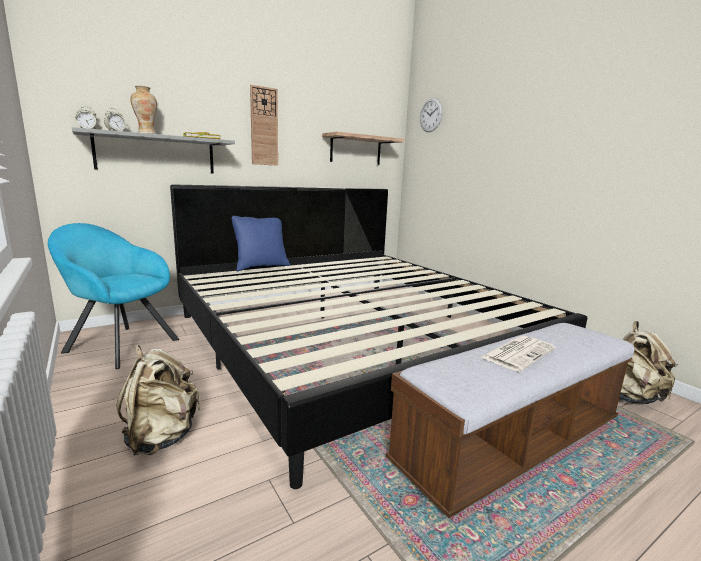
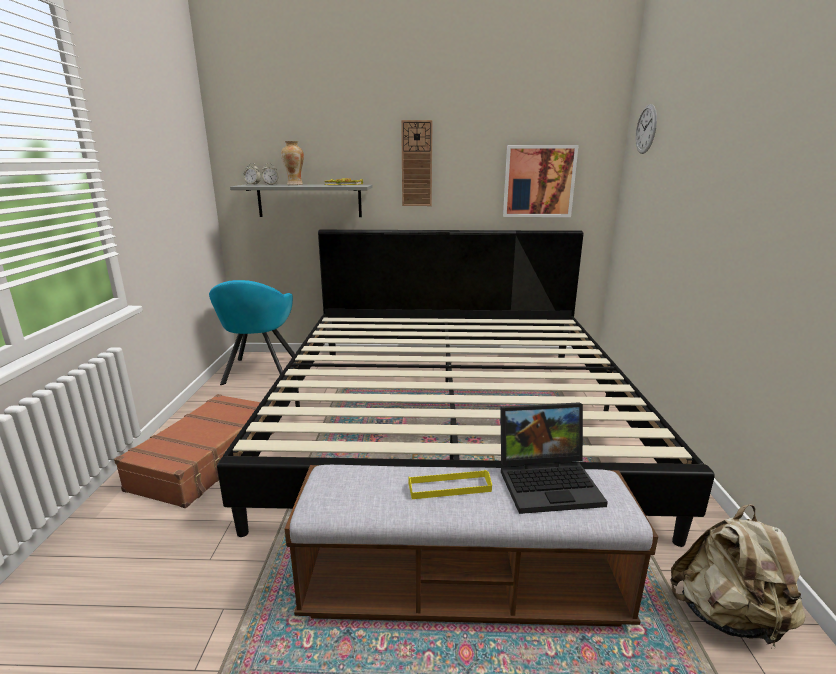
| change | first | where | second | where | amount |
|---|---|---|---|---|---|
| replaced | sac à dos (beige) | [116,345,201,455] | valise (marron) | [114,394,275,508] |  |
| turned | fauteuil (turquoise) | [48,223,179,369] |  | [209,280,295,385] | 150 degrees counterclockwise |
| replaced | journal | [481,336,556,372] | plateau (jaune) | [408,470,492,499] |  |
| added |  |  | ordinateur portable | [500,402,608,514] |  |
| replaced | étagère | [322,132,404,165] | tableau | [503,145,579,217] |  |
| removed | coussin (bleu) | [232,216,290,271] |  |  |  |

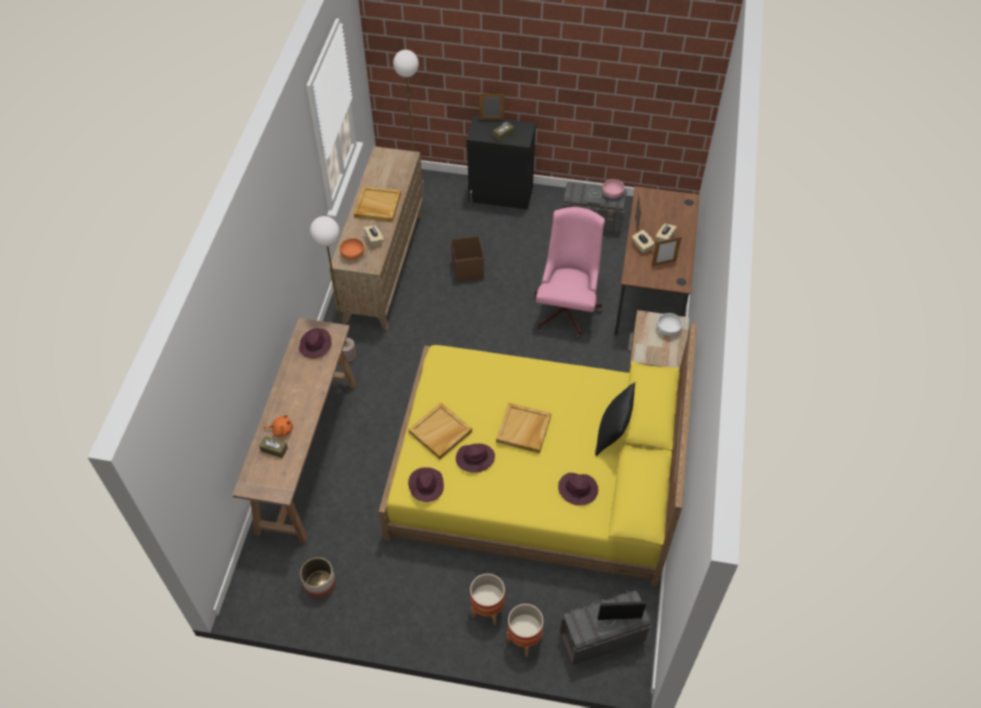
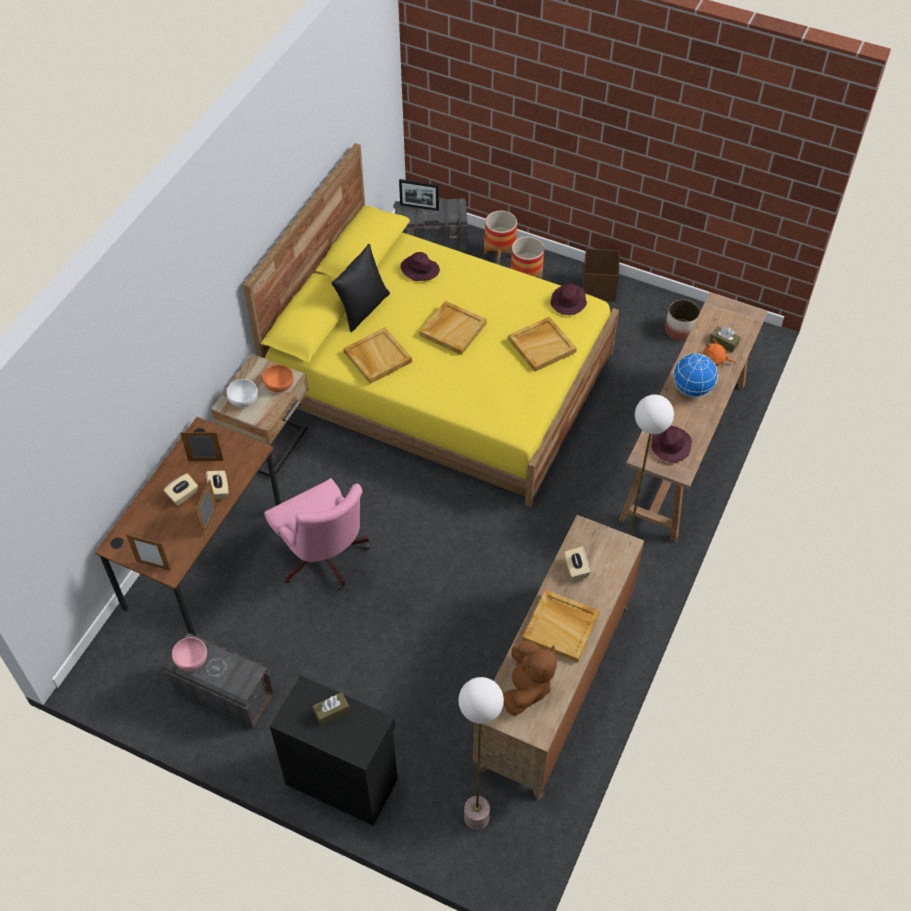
| change | first | where | second | where | amount |
|---|---|---|---|---|---|
| moved | cadre photo | [480,93,504,120] |  | [126,534,171,571] |  |
| moved | bol (orange) | [340,238,364,260] |  | [262,364,294,392] |  |
| turned | chaise de bureau (rose) | [535,207,605,339] |  | [264,478,370,590] | 60 degrees counterclockwise |
| added |  |  | plateau (beige) | [343,327,412,384] |  |
| added |  |  | peluche (marron) | [503,641,557,716] |  |
| moved | boîte de rangement (marron) | [451,236,484,282] |  | [582,248,620,302] |  |
| added |  |  | globe | [673,353,718,397] |  |
| removed | chapeau (violet) | [456,443,495,473] |  |  |  |

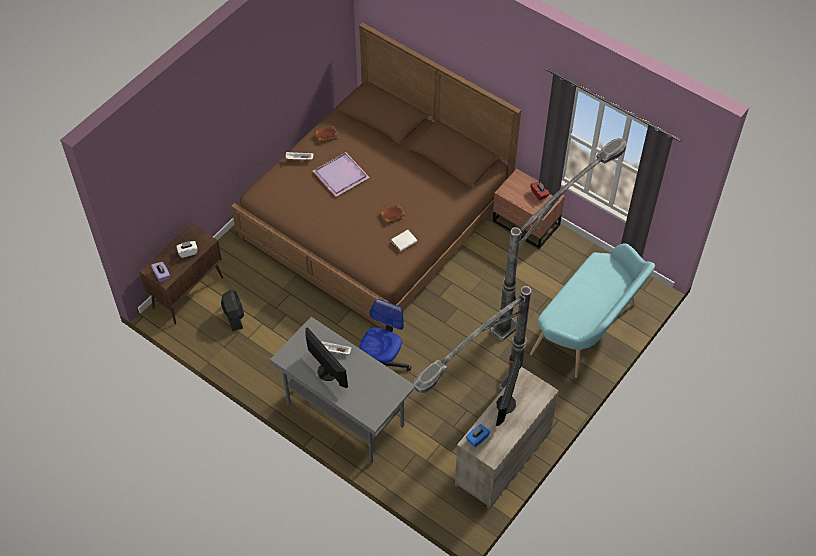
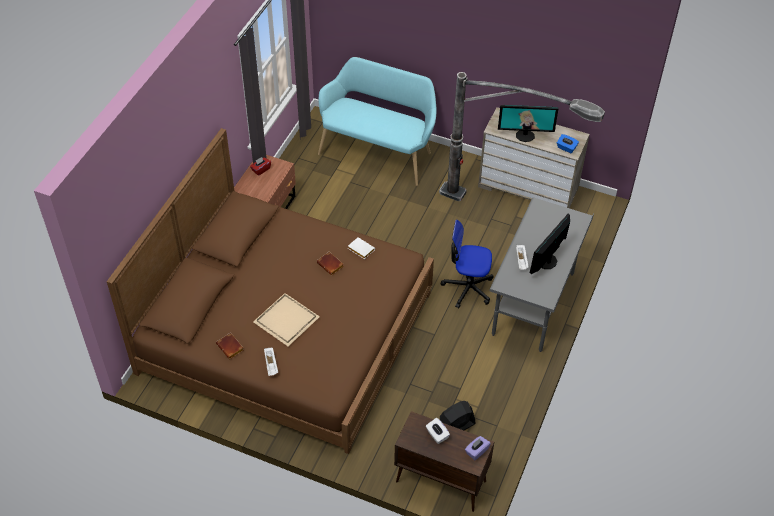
| change | first | where | second | where | amount |
|---|---|---|---|---|---|
| recoloured | plateau (violet) | [313,152,370,197] | plateau (beige) | [253,293,320,346] |  |
| removed | lampadaire | [491,138,627,341] |  |  |  |

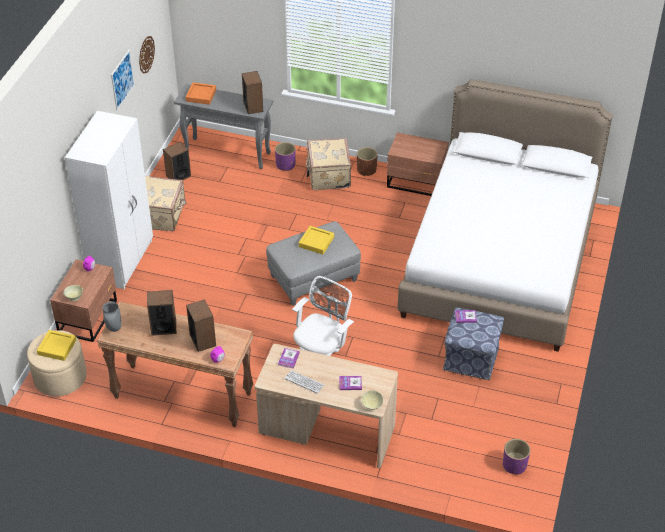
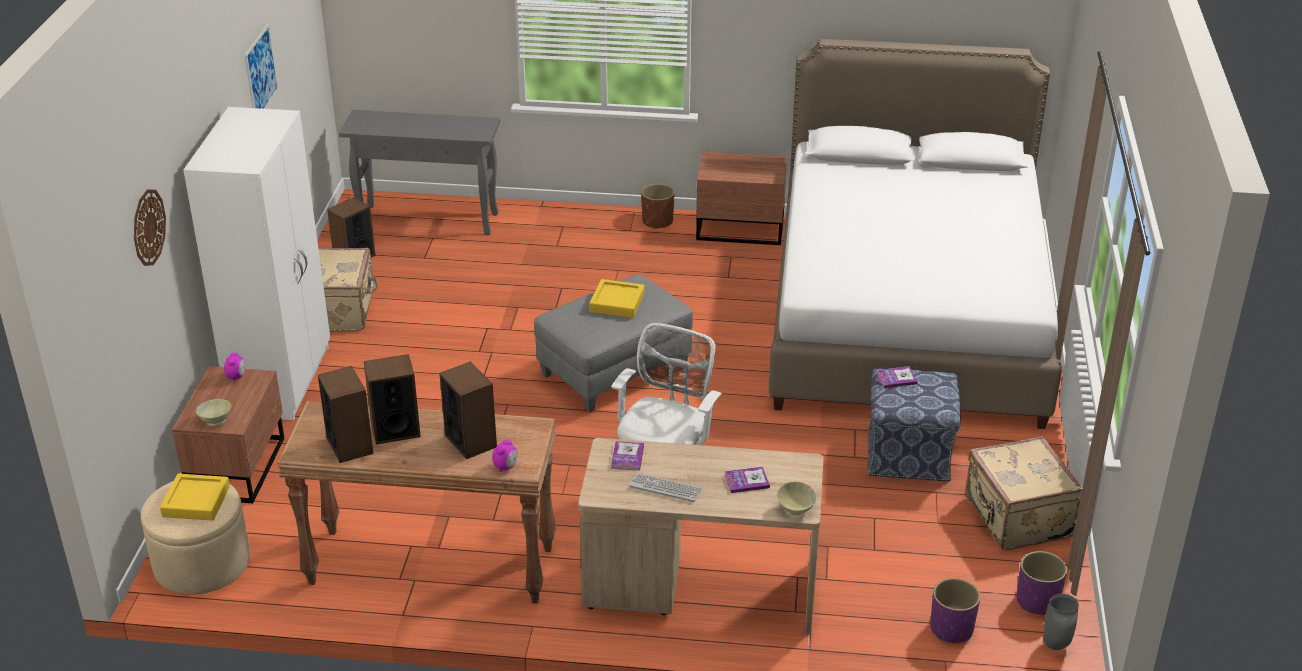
| change | first | where | second | where | amount |
|---|---|---|---|---|---|
| moved | horloge murale | [139,36,155,74] |  | [134,190,166,266] |  |
| moved | enceinte | [242,71,263,114] |  | [318,366,373,463] |  |
| moved | cache-pot (violet) | [275,142,296,171] |  | [930,578,980,643] |  |
| moved | valise (beige) | [306,138,351,190] |  | [965,436,1082,550] |  |
| moved | vase (gris) | [103,302,121,332] |  | [1043,594,1079,650] |  |
| removed | plateau (orange) | [186,82,216,105] |  |  |  |

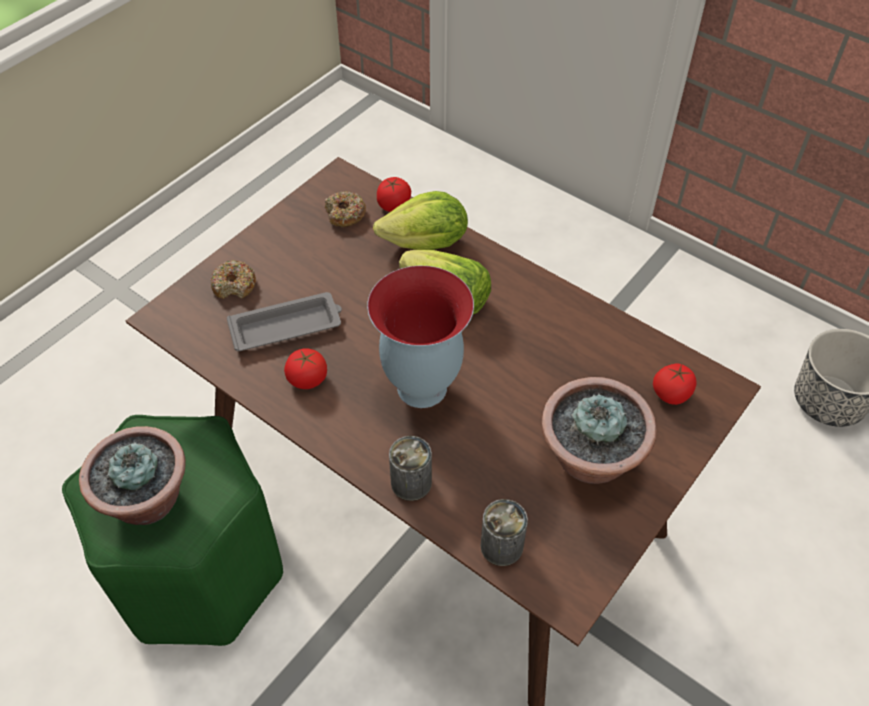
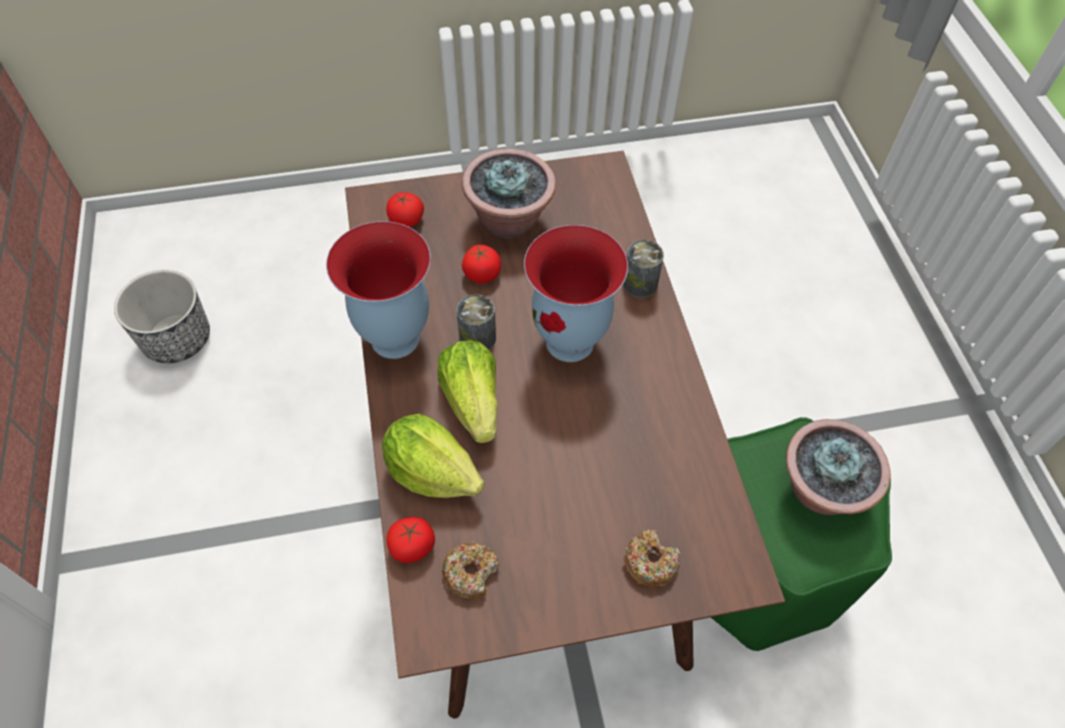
| change | first | where | second | where | amount |
|---|---|---|---|---|---|
| added |  |  | vase | [326,221,431,359] |  |
| moved | boîte métallique | [480,499,528,566] |  | [457,294,496,350] |  |
| moved | tomate | [284,348,327,389] |  | [462,245,501,284] |  |
| removed | plateau (gris) | [227,292,342,351] |  |  |  |

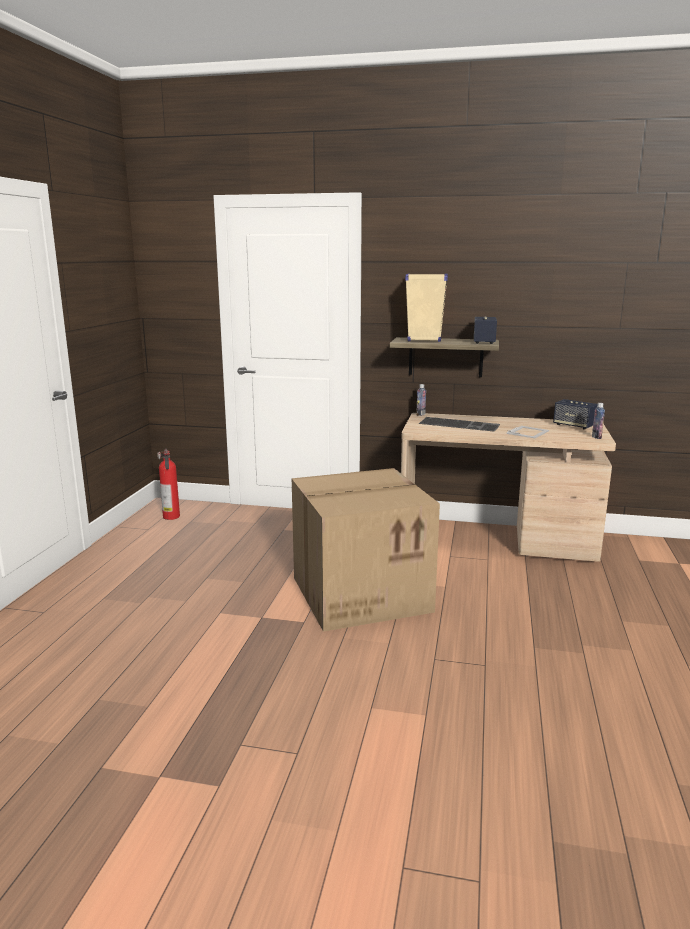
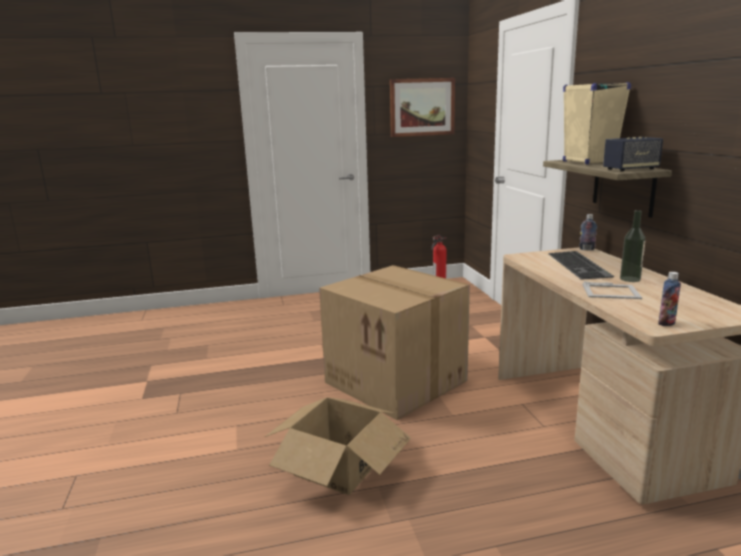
| change | first | where | second | where | amount |
|---|---|---|---|---|---|
| added |  |  | carton | [265,397,411,495] |  |
| added |  |  | tableau | [390,78,455,137] |  |
| added |  |  | bouteille | [620,210,646,282] |  |
| removed | enceinte | [553,399,597,429] |  |  |  |

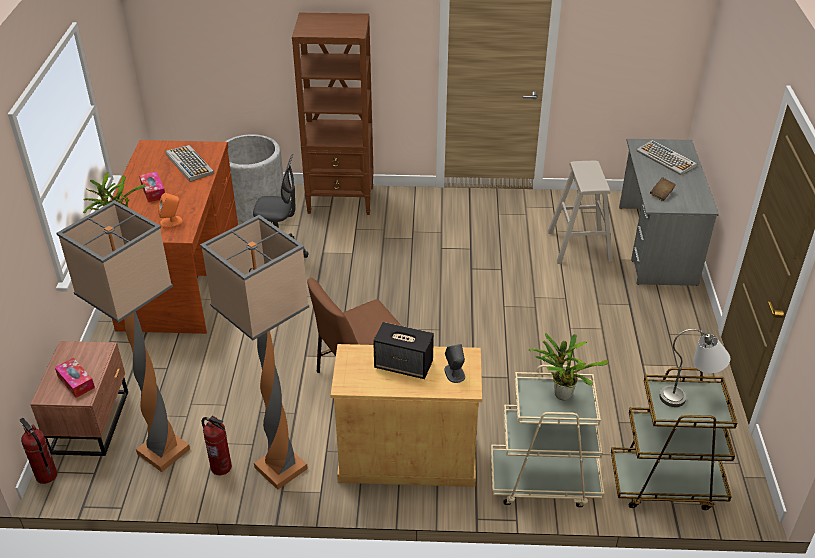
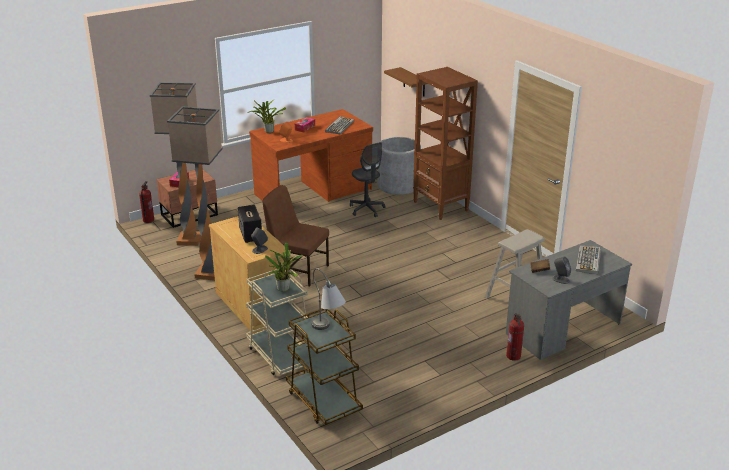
| change | first | where | second | where | amount |
|---|---|---|---|---|---|
| added |  |  | étagère (marron) | [384,67,428,97] |  |
| moved | extincteur | [201,416,232,475] |  | [506,313,524,361] |  |
| added |  |  | enceinte (gris) | [552,257,571,284] |  |

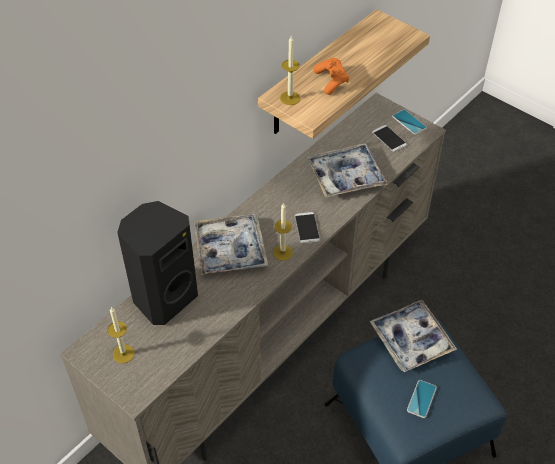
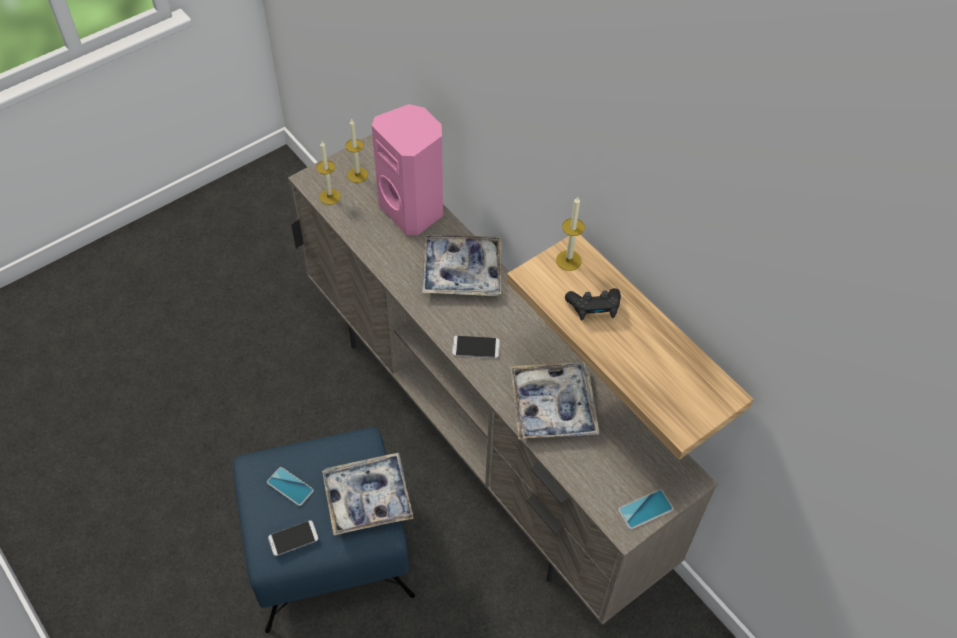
| change | first | where | second | where | amount |
|---|---|---|---|---|---|
| moved | téléphone | [372,125,407,152] |  | [268,520,319,556] |  |
| moved | bougie | [273,203,293,261] |  | [317,141,341,205] |  |
| recoloured | enceinte (noir) | [117,201,198,325] | enceinte (rose) | [372,104,443,235] |  |
| recoloured | manette (orange) | [313,58,349,95] | manette (noir) | [565,288,621,320] |  |

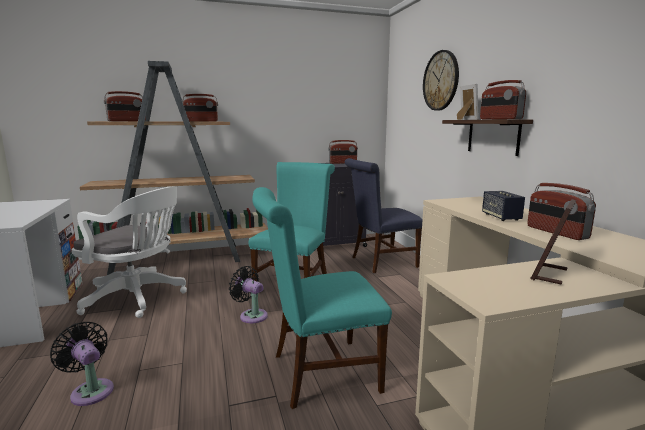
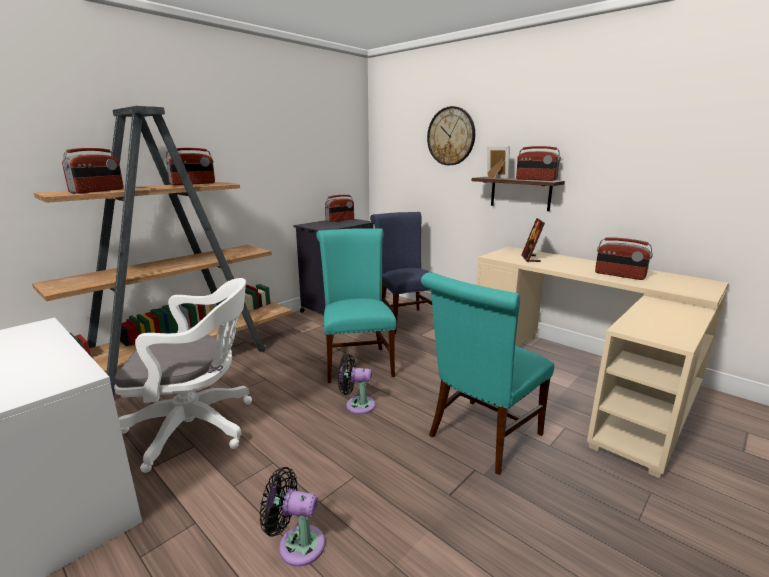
| change | first | where | second | where | amount |
|---|---|---|---|---|---|
| turned | chaise (bleu) | [345,158,423,273] |  | [370,212,432,334] | 120 degrees clockwise |
| moved | cadre photo | [530,199,576,285] |  | [522,218,545,262] |  |
| removed | enceinte | [482,191,525,221] |  |  |  |

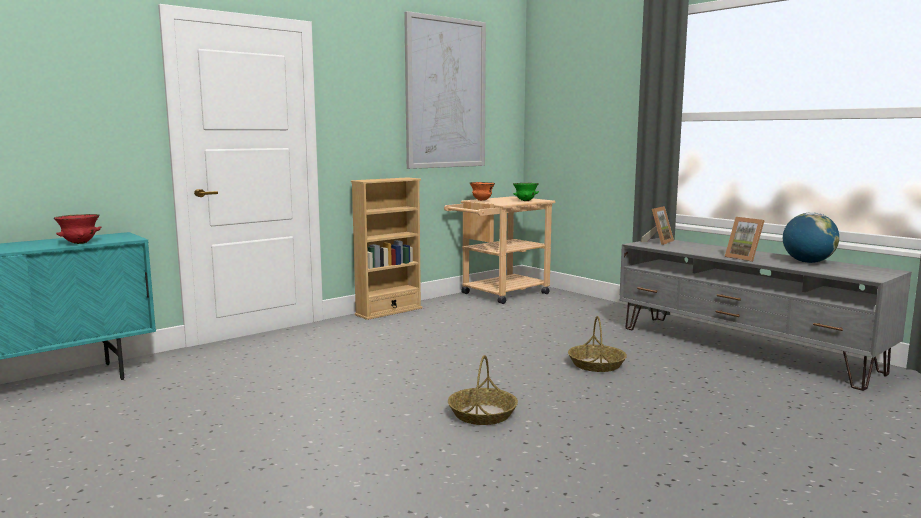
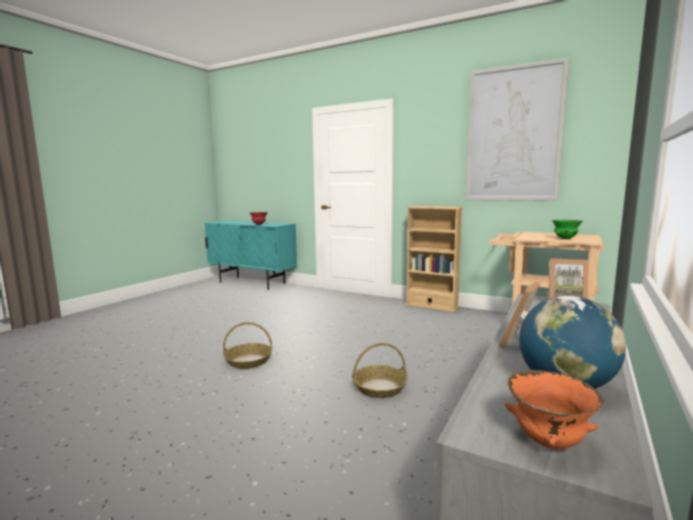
| change | first | where | second | where | amount |
|---|---|---|---|---|---|
| moved | bol (orange) | [470,182,495,201] |  | [504,370,604,449] |  |

